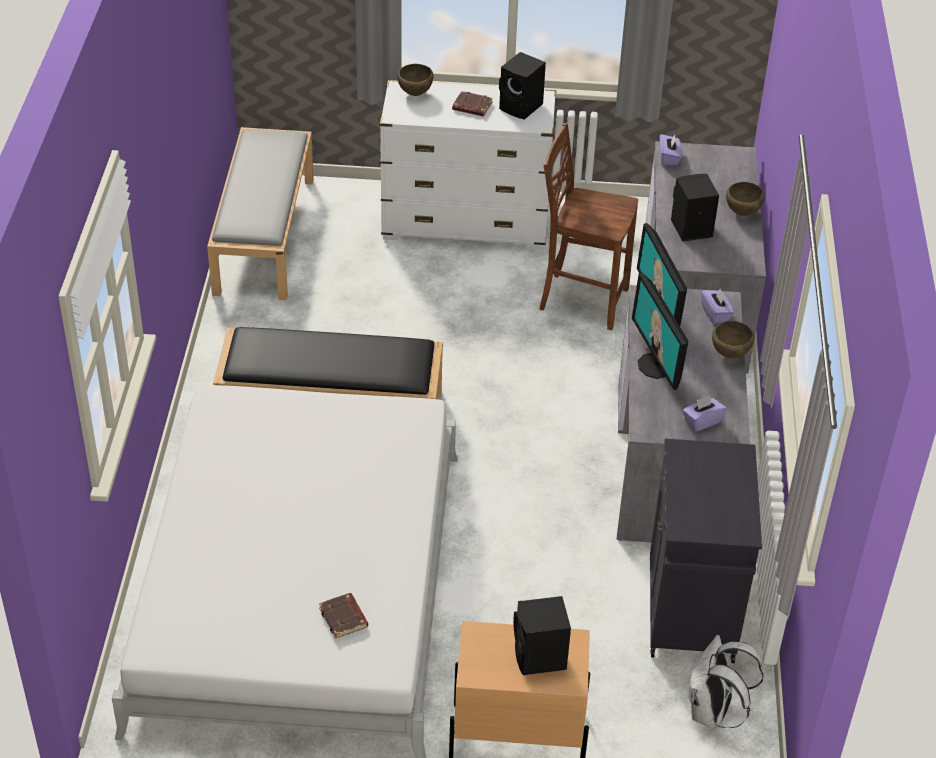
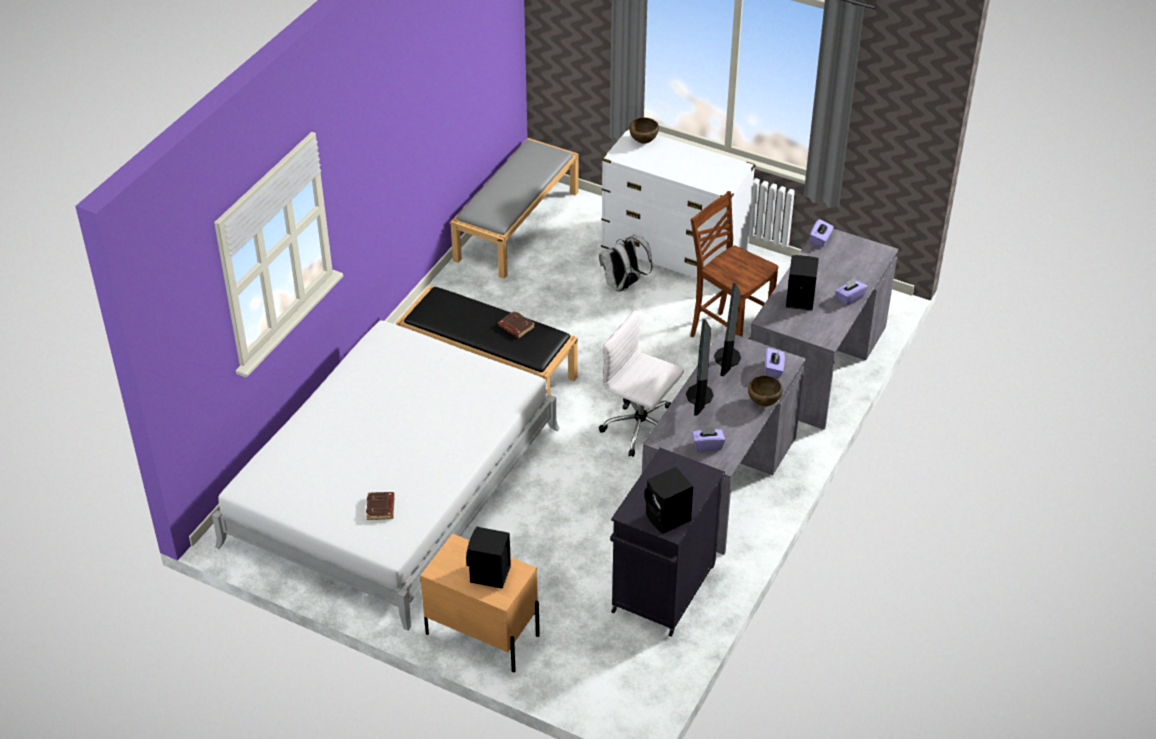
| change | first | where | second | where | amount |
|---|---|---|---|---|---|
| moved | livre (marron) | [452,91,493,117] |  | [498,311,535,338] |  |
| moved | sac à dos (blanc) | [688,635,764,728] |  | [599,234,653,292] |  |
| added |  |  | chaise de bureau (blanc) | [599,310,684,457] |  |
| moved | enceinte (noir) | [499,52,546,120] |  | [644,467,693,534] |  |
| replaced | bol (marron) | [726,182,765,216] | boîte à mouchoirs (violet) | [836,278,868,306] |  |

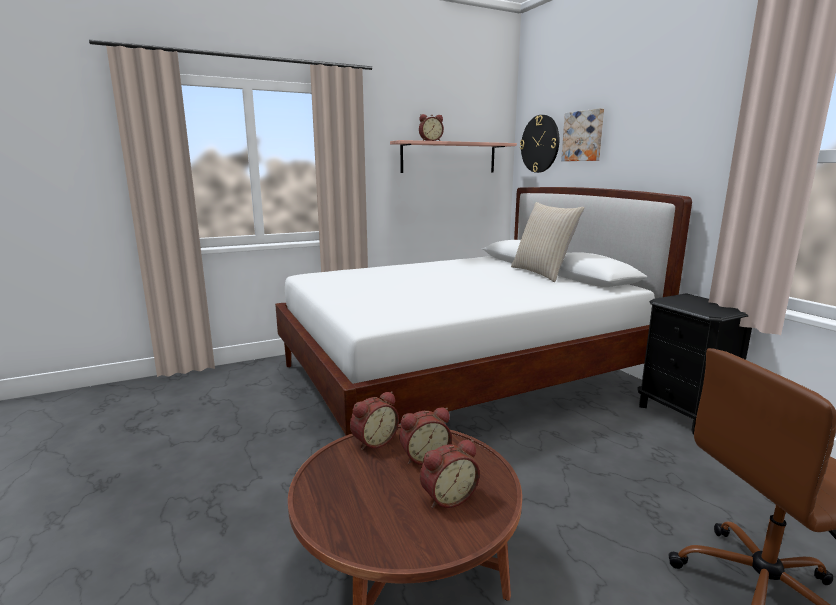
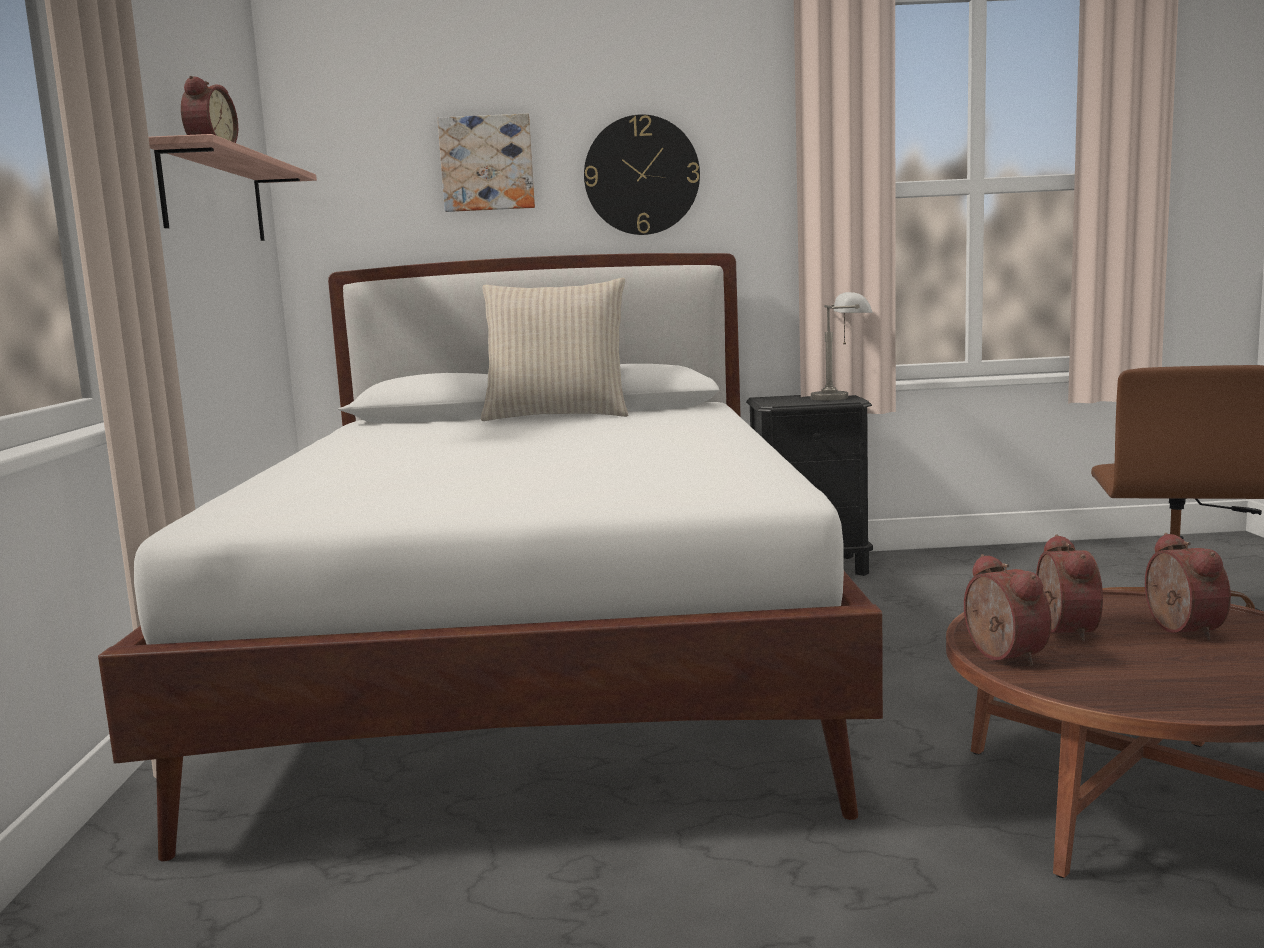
| change | first | where | second | where | amount |
|---|---|---|---|---|---|
| moved | horloge murale | [520,115,559,173] |  | [584,114,700,235] |  |
| added |  |  | lampe de table (gris) | [811,292,873,401] |  |

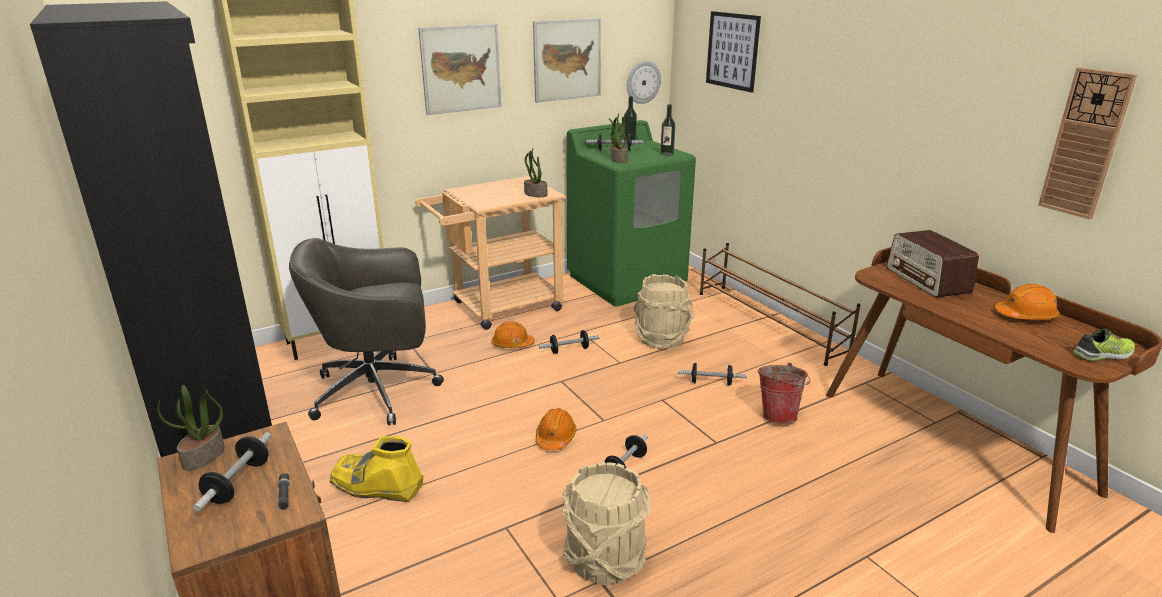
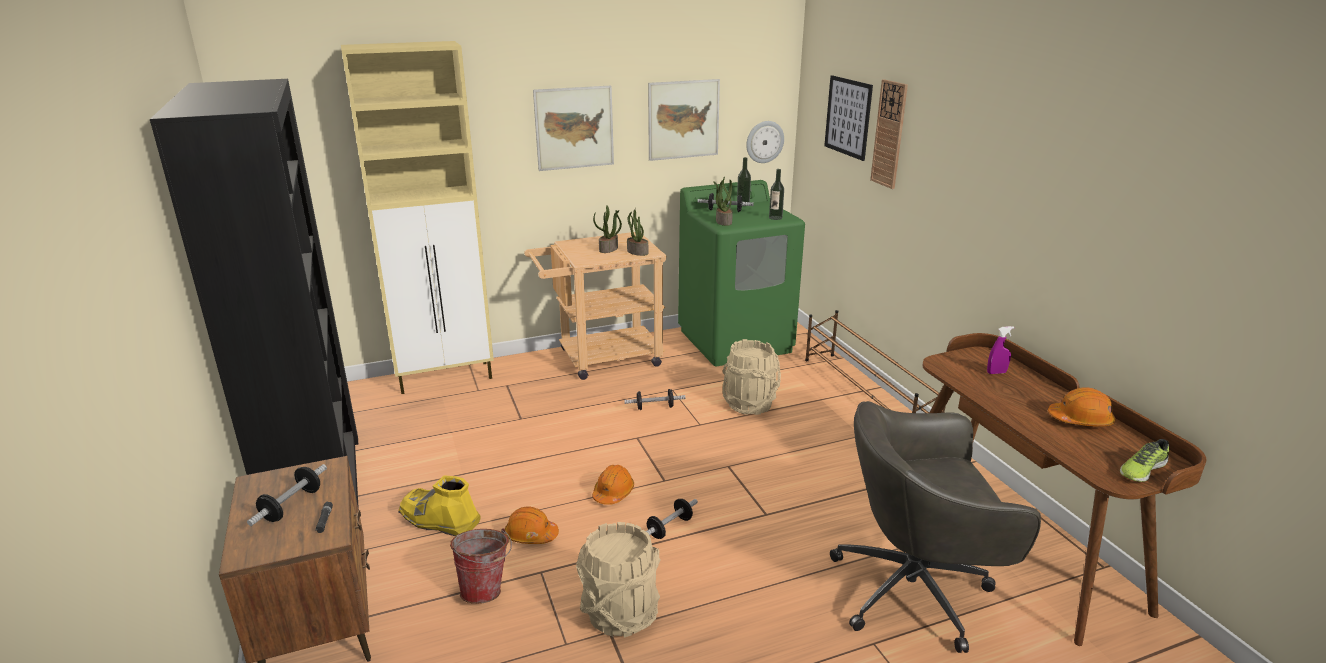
| change | first | where | second | where | amount |
|---|---|---|---|---|---|
| moved | seau | [758,363,811,424] |  | [450,528,512,604] |  |
| moved | casque de chantier (orange) | [492,321,535,348] |  | [505,507,559,544] |  |
| moved | plante en pot | [157,385,225,471] |  | [593,205,622,253] |  |
| moved | chaise de bureau (gris) | [289,238,444,425] |  | [830,401,1041,653] |  |
| moved | horloge murale | [1038,67,1138,219] |  | [870,79,908,189] |  |
| replaced | radio | [887,230,979,298] | vaporisateur (violet) | [987,326,1014,374] |  |
| turned | chaussure | [1073,328,1135,361] |  | [1120,439,1169,482] | 150 degrees clockwise |
| removed | haltère | [678,363,747,386] |  |  |  |

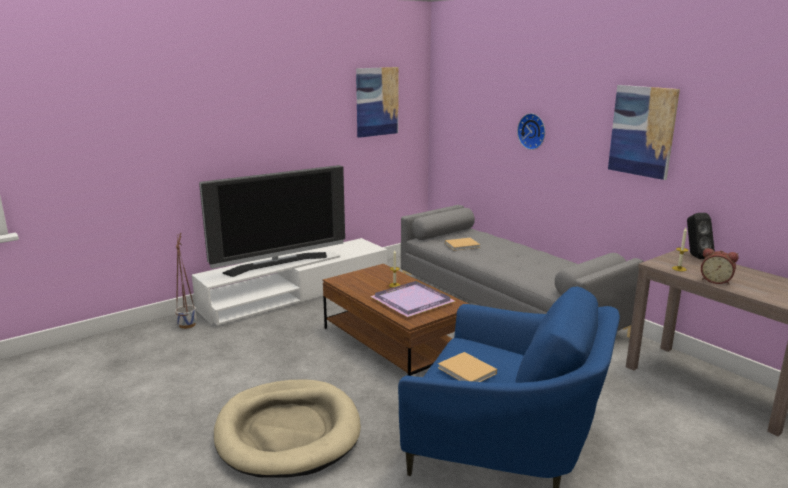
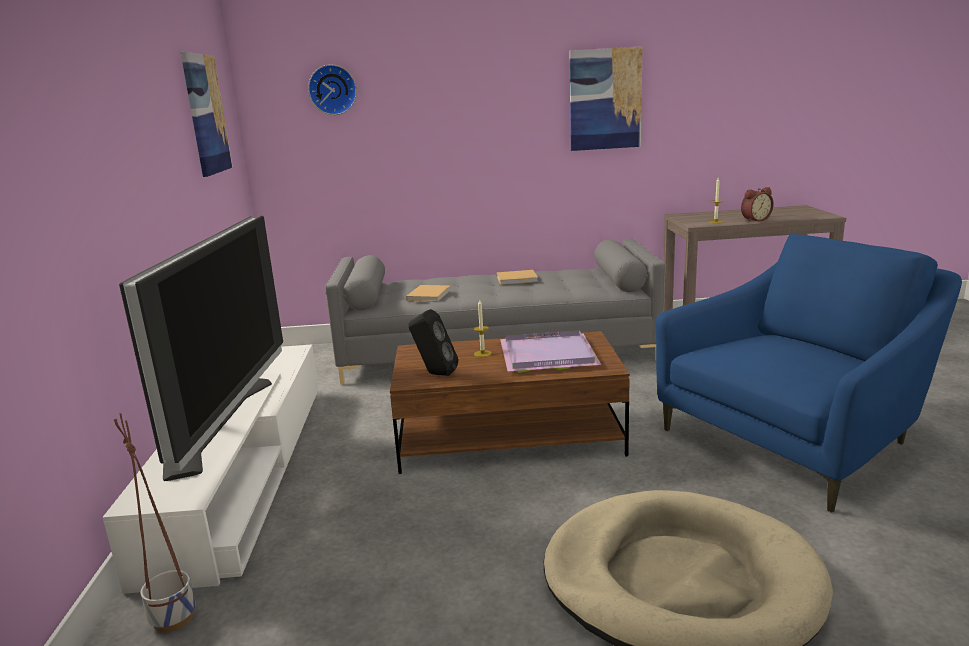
| change | first | where | second | where | amount |
|---|---|---|---|---|---|
| moved | horloge murale | [517,113,545,150] |  | [308,64,357,115] |  |
| moved | enceinte (noir) | [687,213,715,259] |  | [408,309,458,376] |  |
| moved | livre (beige) | [438,352,497,382] |  | [497,270,538,285] |  |

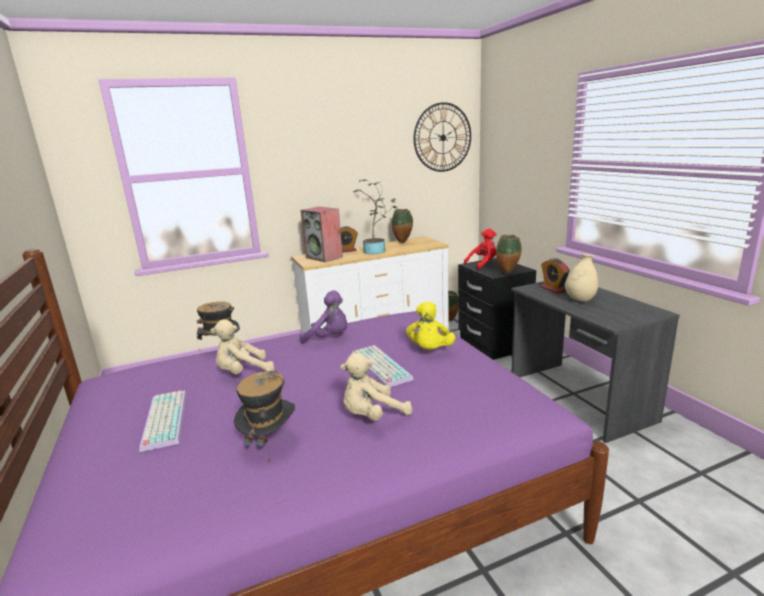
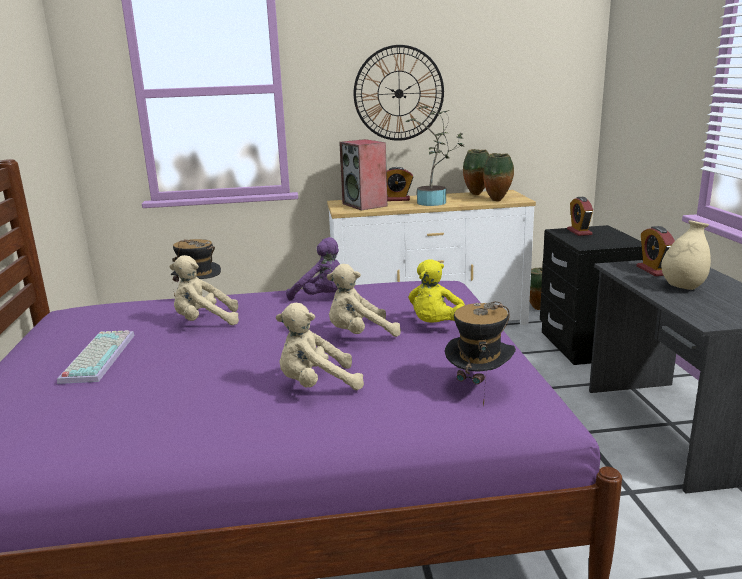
| change | first | where | second | where | amount |
|---|---|---|---|---|---|
| replaced | clavier | [352,345,414,387] | peluche (beige) | [327,264,401,337] |  |
| moved | horloge murale | [414,102,471,172] |  | [354,45,444,141] |  |
| moved | chapeau | [234,371,296,462] |  | [445,302,516,406] |  |
| moved | vase | [496,235,522,273] |  | [483,153,514,202] |  |
| replaced | peluche (rouge) | [464,229,497,269] | réveil | [567,197,593,236] |  |

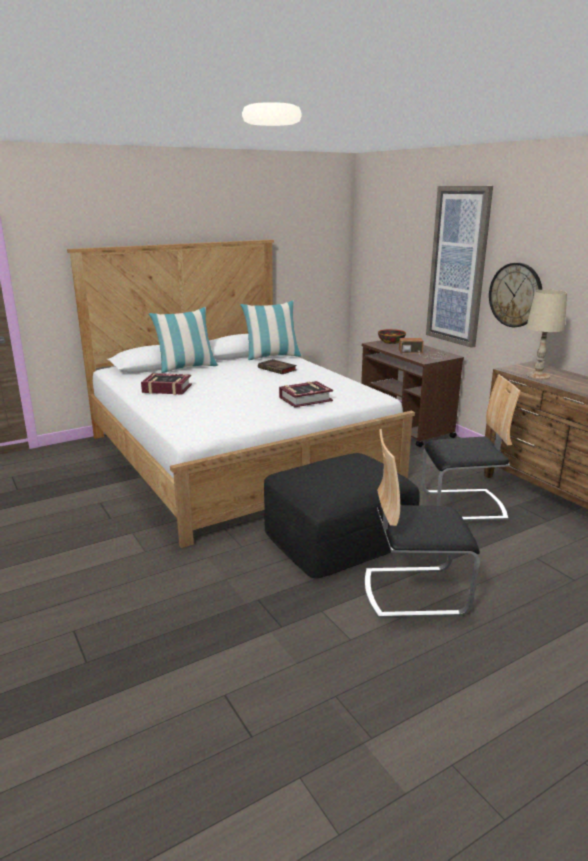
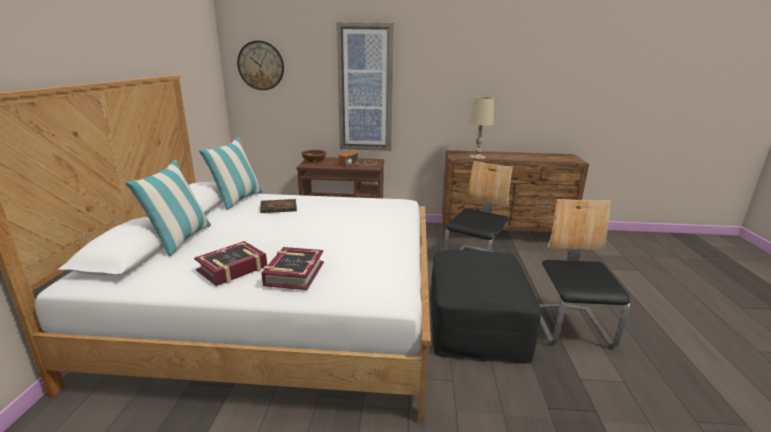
| change | first | where | second | where | amount |
|---|---|---|---|---|---|
| moved | horloge murale | [489,263,543,327] |  | [237,41,284,90] |  |
| moved | livre | [279,381,333,407] |  | [262,247,324,290] |  |
| turned | chaise | [365,429,480,618] |  | [539,199,630,346] | 150 degrees clockwise |

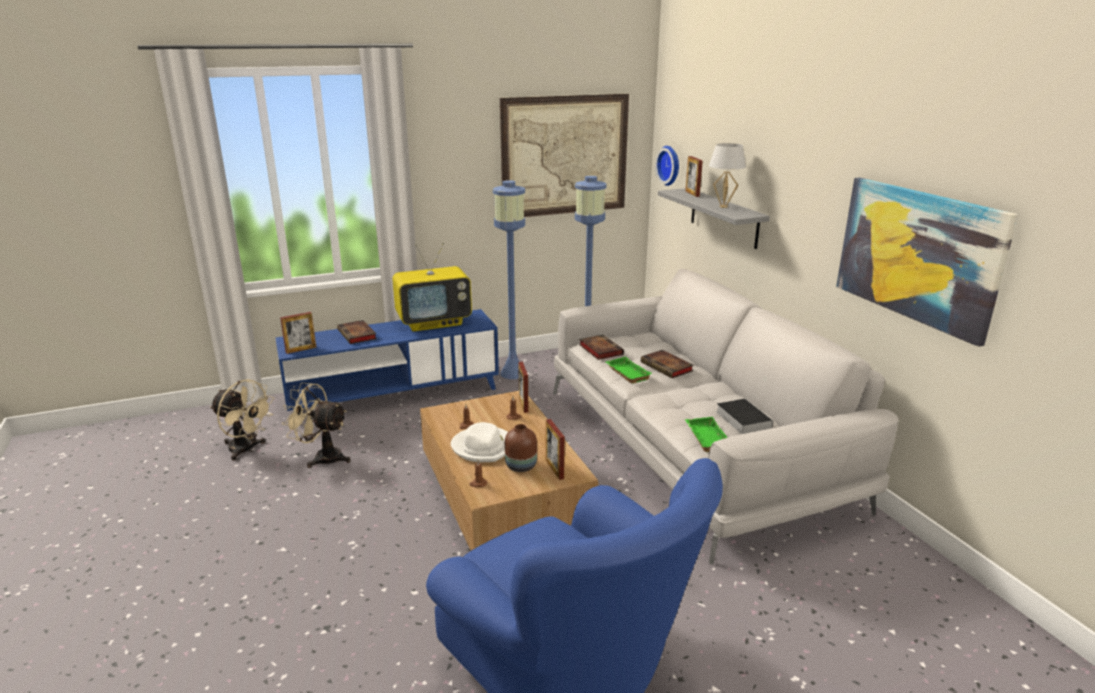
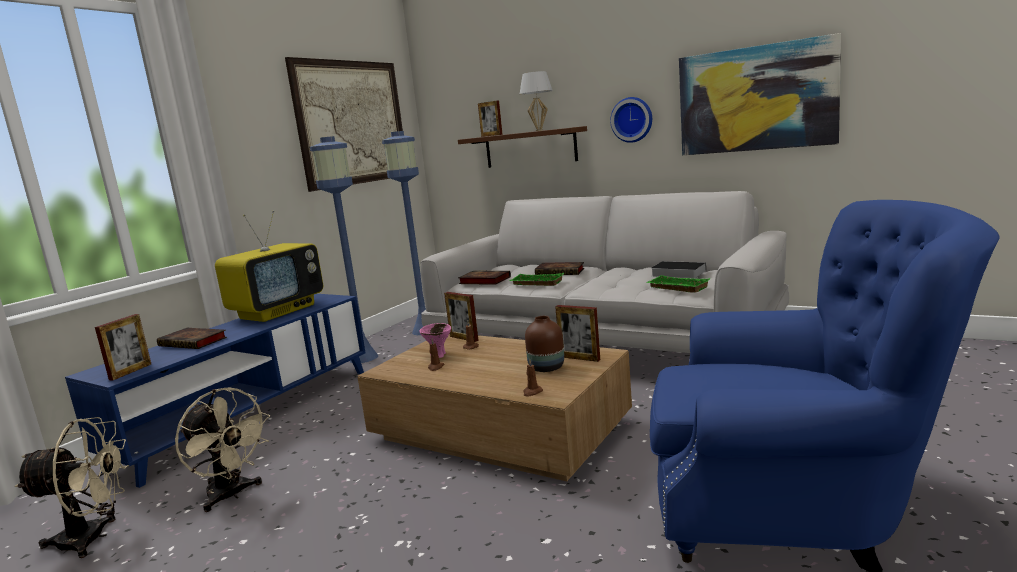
| change | first | where | second | where | amount |
|---|---|---|---|---|---|
| turned | ventilateur (beige) | [281,383,351,468] |  | [175,387,270,512] | 120 degrees counterclockwise |
| added |  |  | bol (rose) | [419,323,451,358] |  |
| recoloured | étagère (gris) | [658,188,770,249] | étagère (marron) | [458,126,587,168] |  |
| moved | horloge murale | [655,146,679,186] |  | [610,97,652,143] |  |
| removed | chapeau (blanc) | [451,422,508,462] |  |  |  |

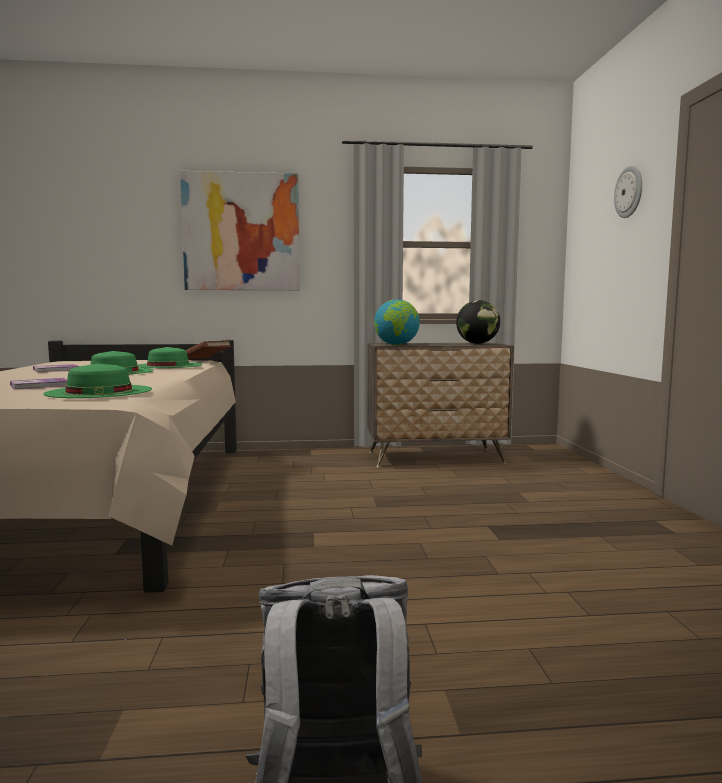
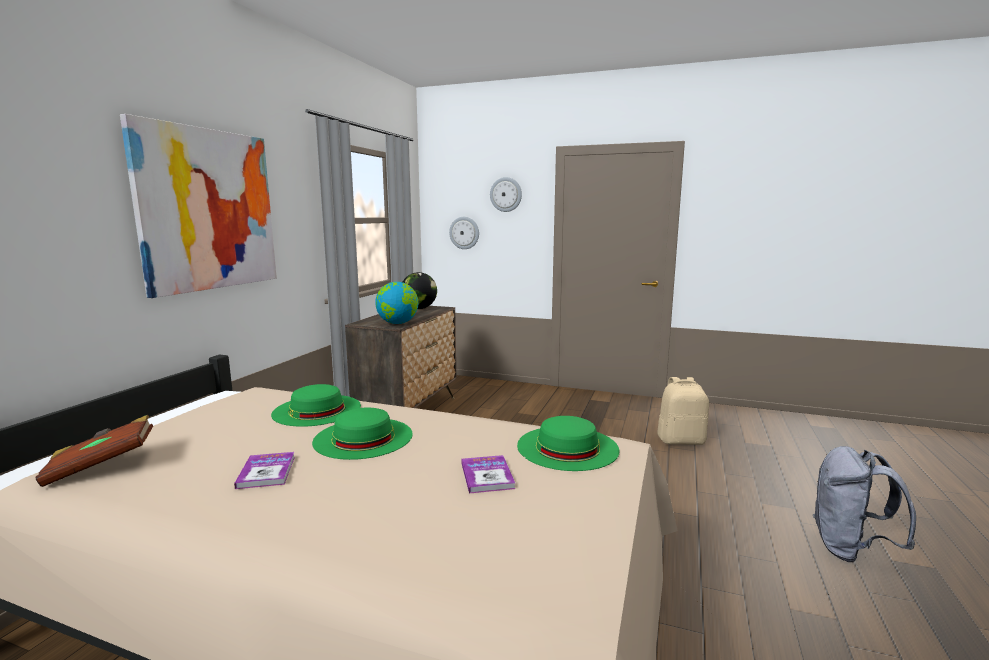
| change | first | where | second | where | amount |
|---|---|---|---|---|---|
| moved | livre (marron) | [186,340,231,359] |  | [35,415,153,487] |  |
| added |  |  | horloge murale | [449,217,479,249] |  |
| added |  |  | sac à dos (beige) | [657,377,709,445] |  |

